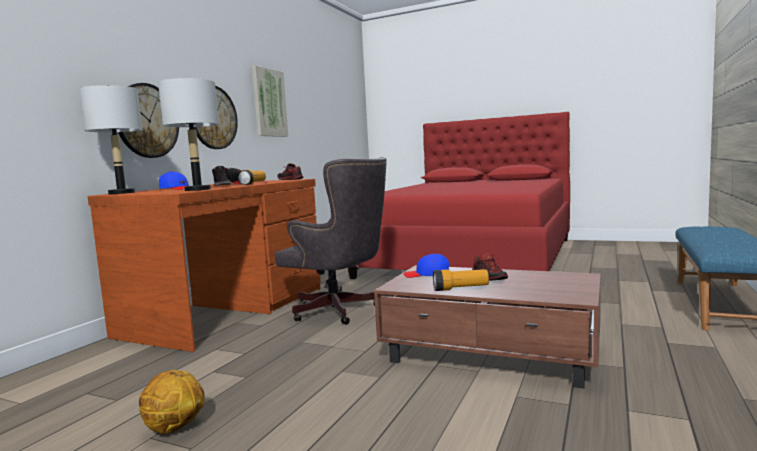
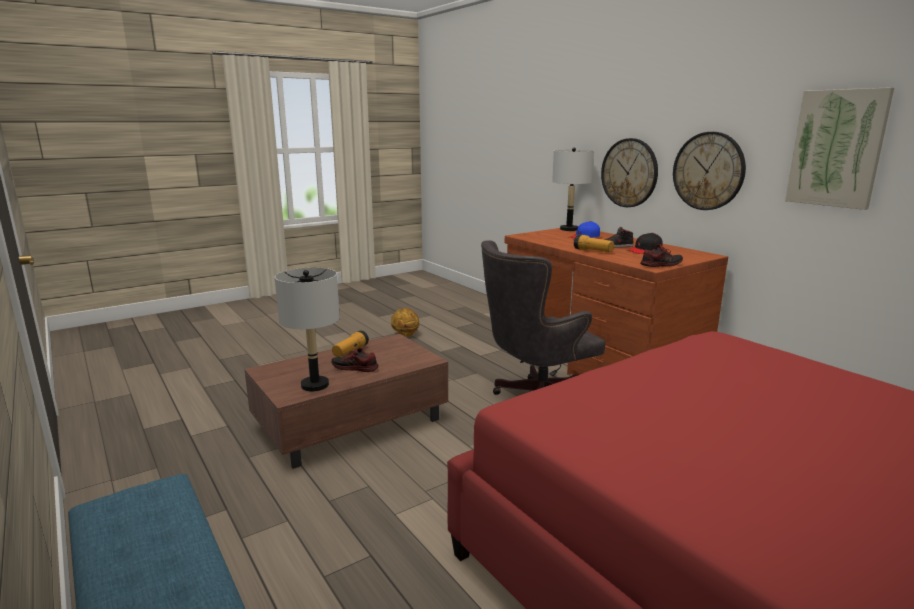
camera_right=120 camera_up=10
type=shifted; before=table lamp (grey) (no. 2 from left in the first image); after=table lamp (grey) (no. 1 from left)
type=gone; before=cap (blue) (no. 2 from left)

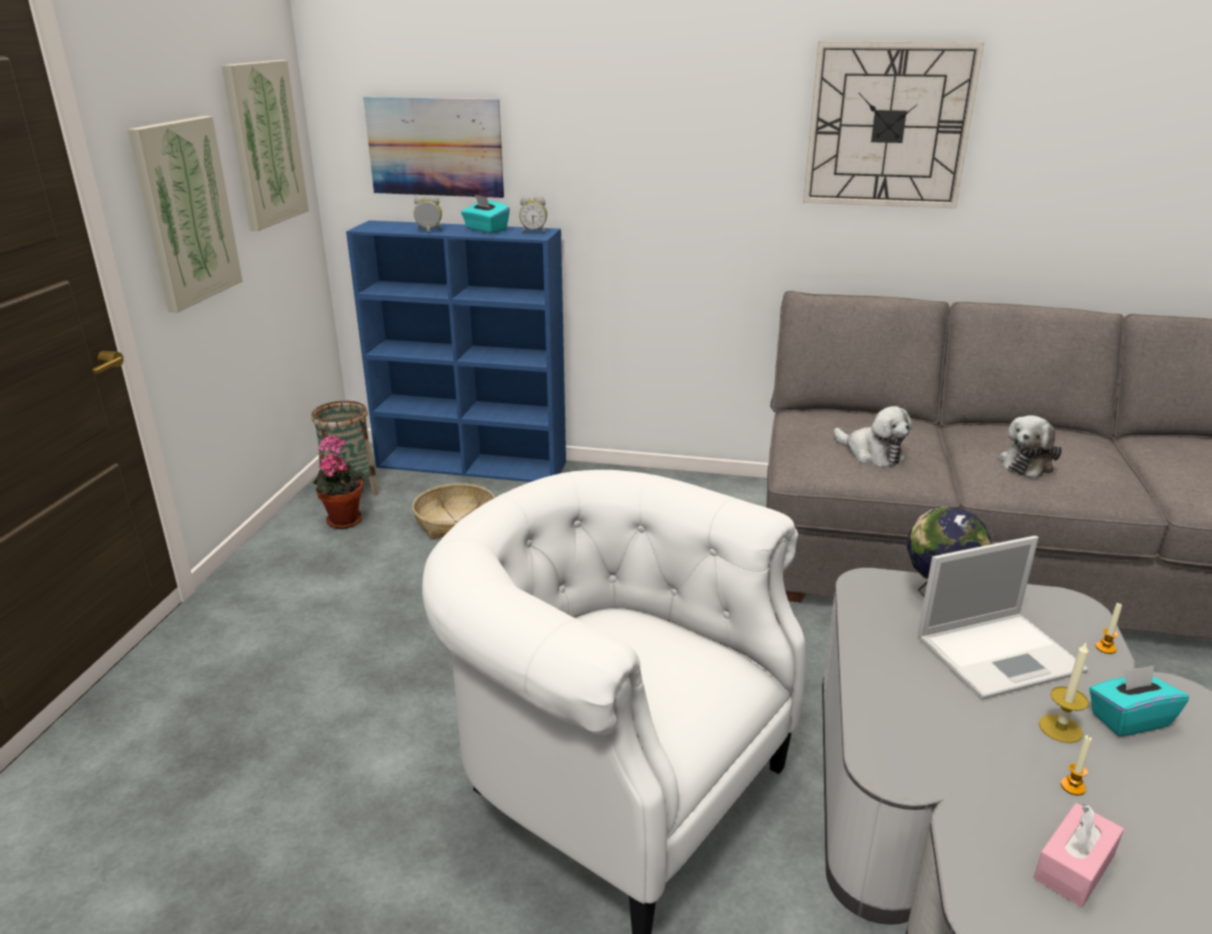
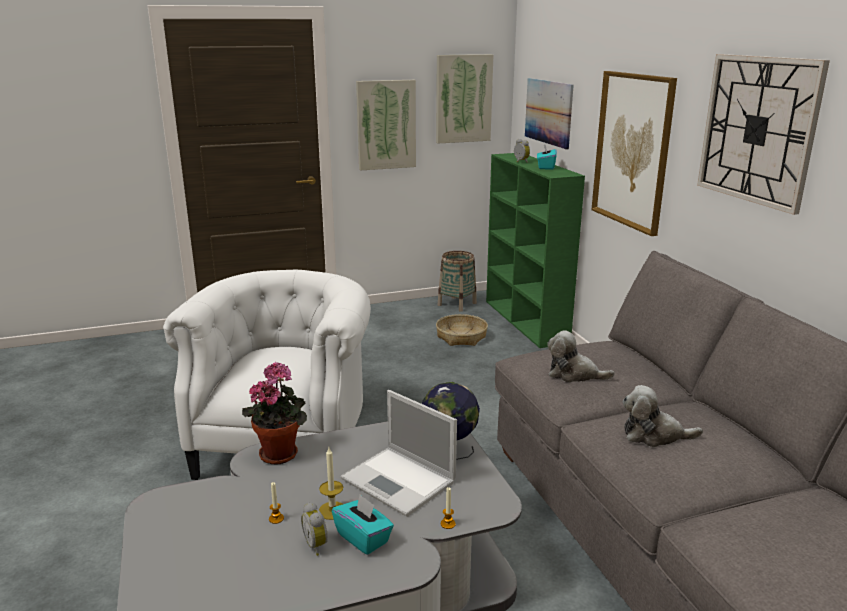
camera_right=60 camera_up=-5
type=shifted; before=potted plant
type=repainted; before=bookcase (blue); after=bookcase (green)
type=shifted; before=alarm clock (no. 2 from left in the first image); after=alarm clock (no. 1 from left)
type=rotated; before=plush toy (no. 1 from left); turn=90
type=gone; before=tissue box (pink)
type=new; after=picture (no. 4 from left)

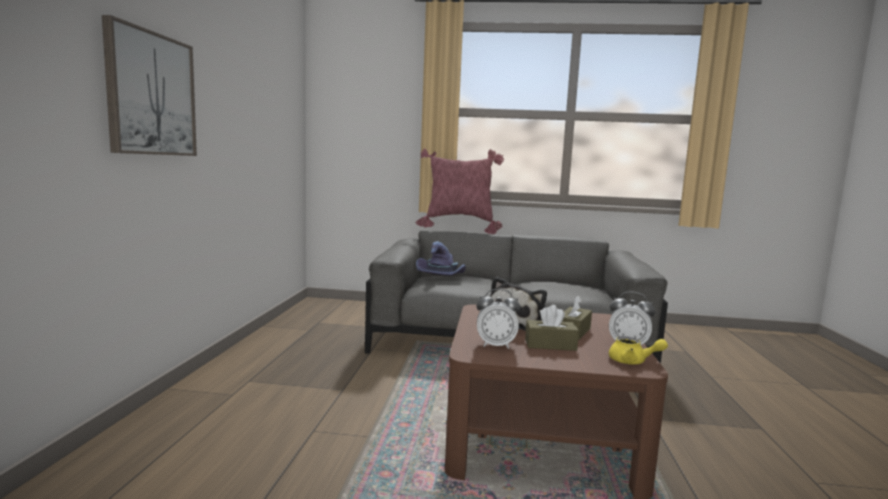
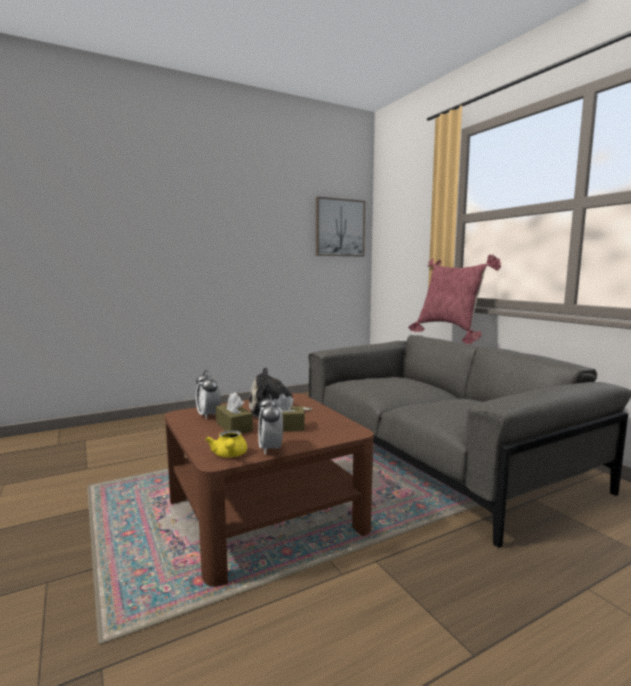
camera_right=55 camera_up=0
type=shifted; before=picture
type=gone; before=hat (purple)

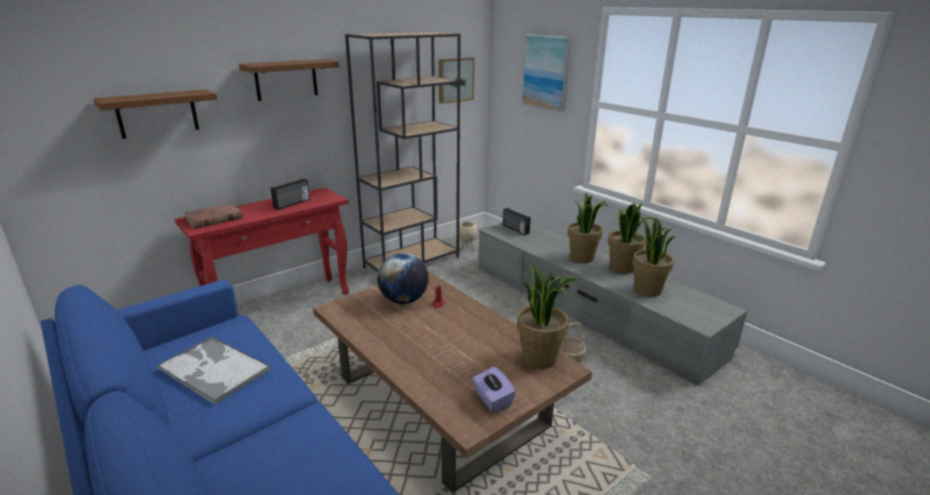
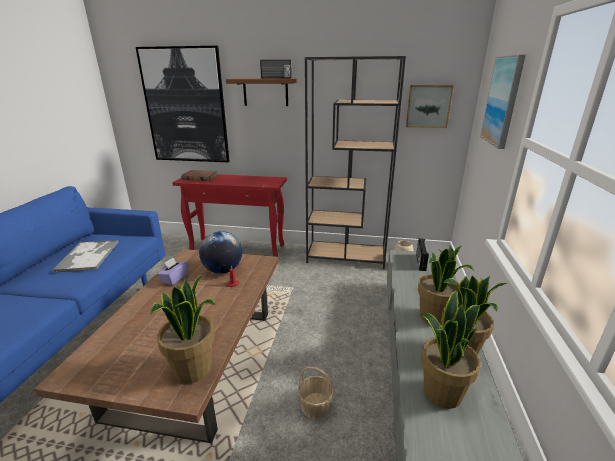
camera_right=50 camera_up=0
type=swapped; before=shelf (brown) (no. 1 from left); after=picture (no. 1 from left)
type=shifted; before=radio (no. 1 from left)
type=shifted; before=tissue box (purple)

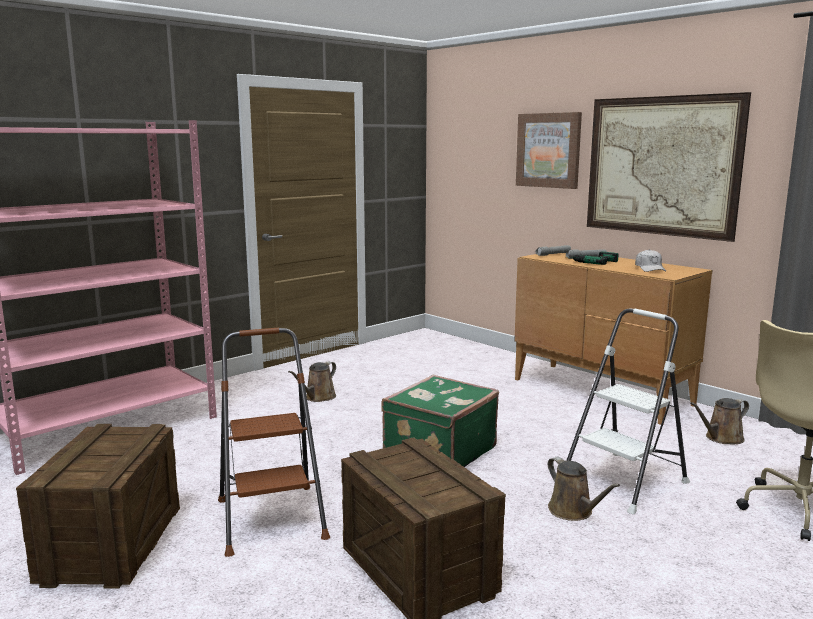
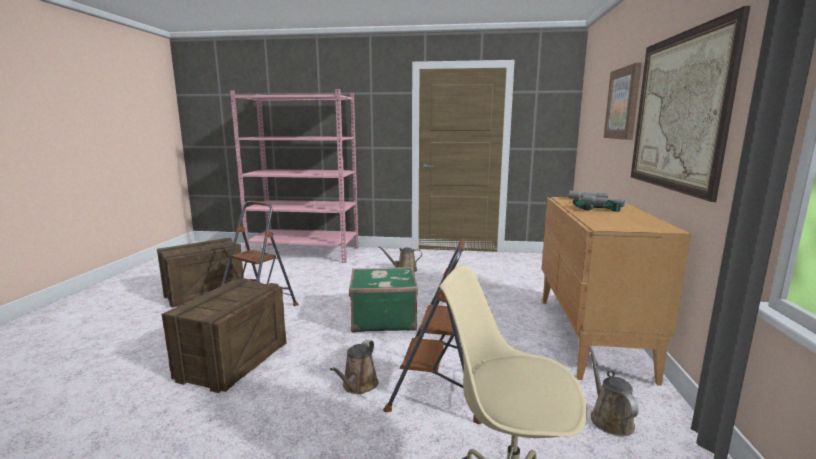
camera_right=50 camera_up=0
type=repainted; before=step ladder (white); after=step ladder (brown) (no. 2 from left)
type=gone; before=cap (white)
type=rotated; before=watering can (brown) (no. 3 from left); turn=60

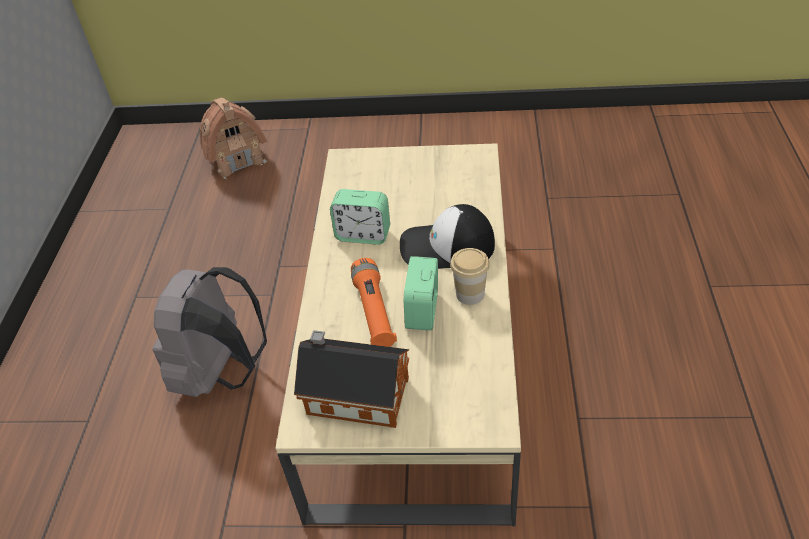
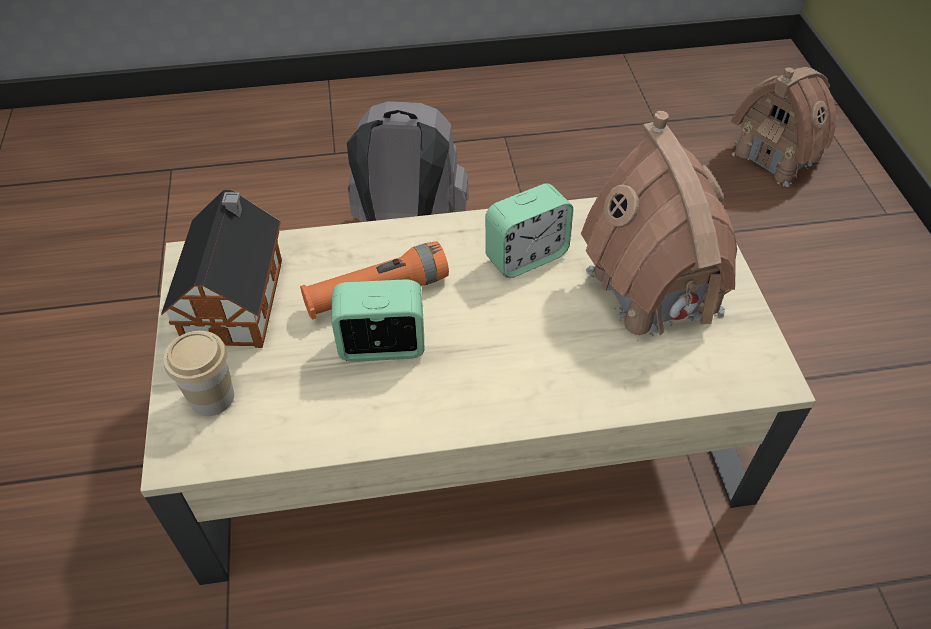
camera_right=75 camera_up=5
type=rotated; before=alarm clock (no. 1 from left in the first image); turn=-120
type=gone; before=cap
type=shifted; before=cup
type=new; after=toy house (no. 2 from left)

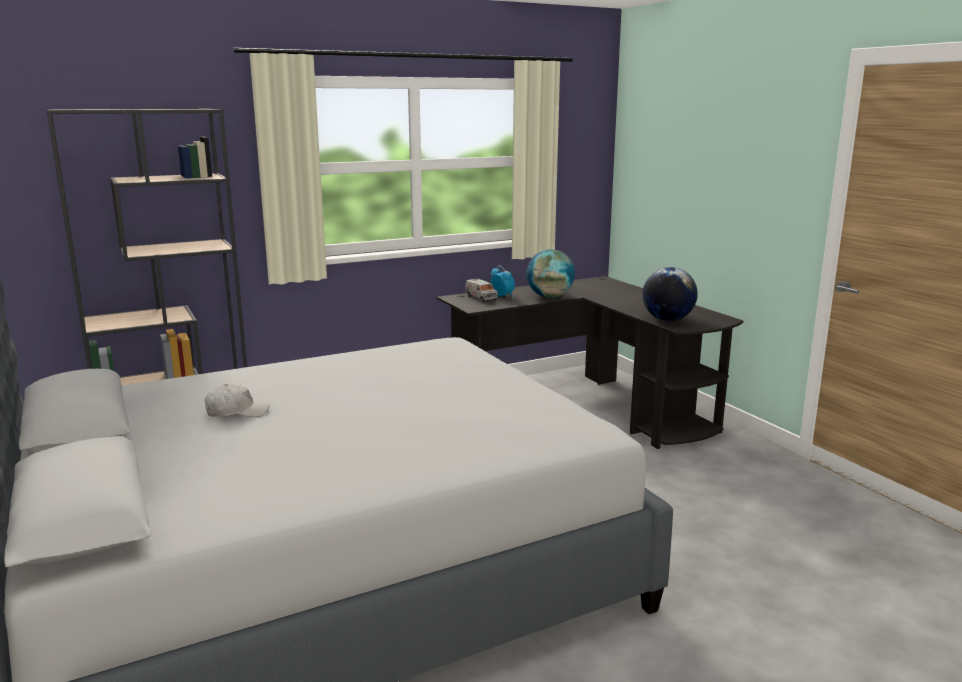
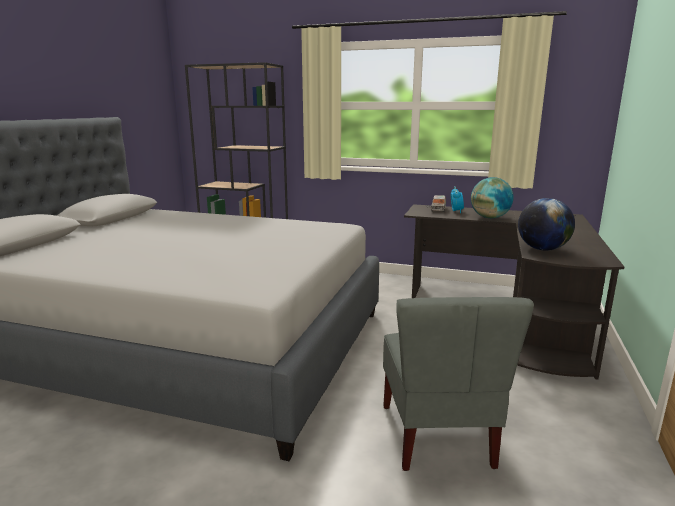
camera_right=45 camera_up=0
type=gone; before=cap (white)
type=new; after=chair (grey)

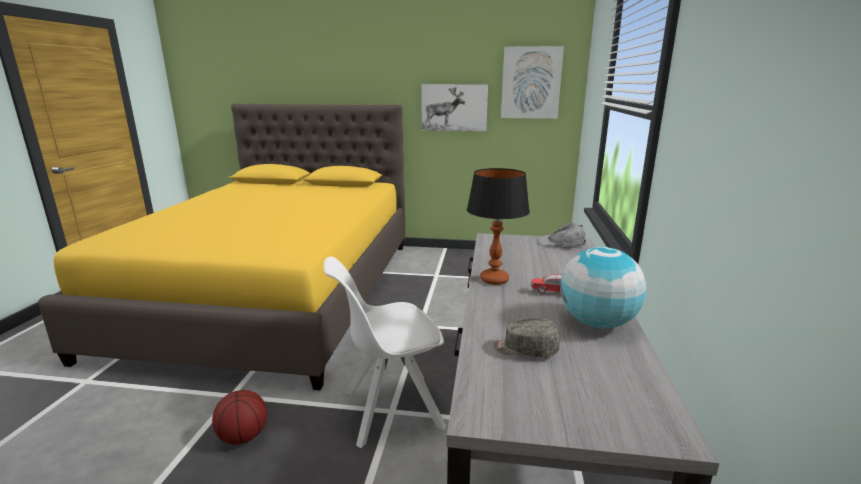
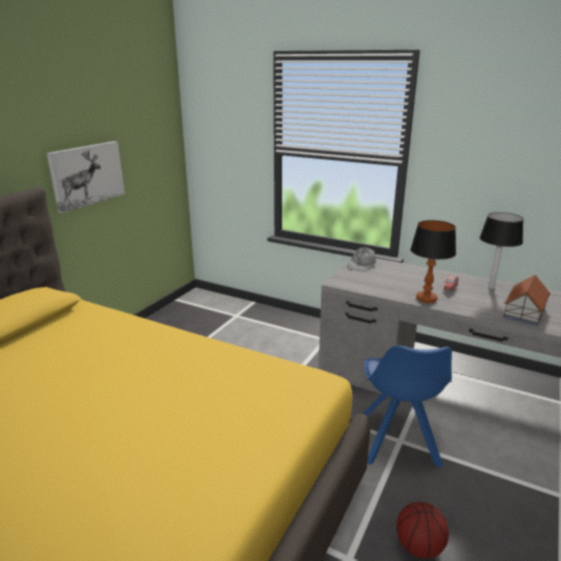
camera_right=-70 camera_up=5
type=repainted; before=chair (white); after=chair (blue)
type=swapped; before=cap (grey) (no. 1 from left); after=toy house
type=gone; before=picture (no. 2 from left)
type=swapped; before=globe; after=table lamp (no. 2 from left)

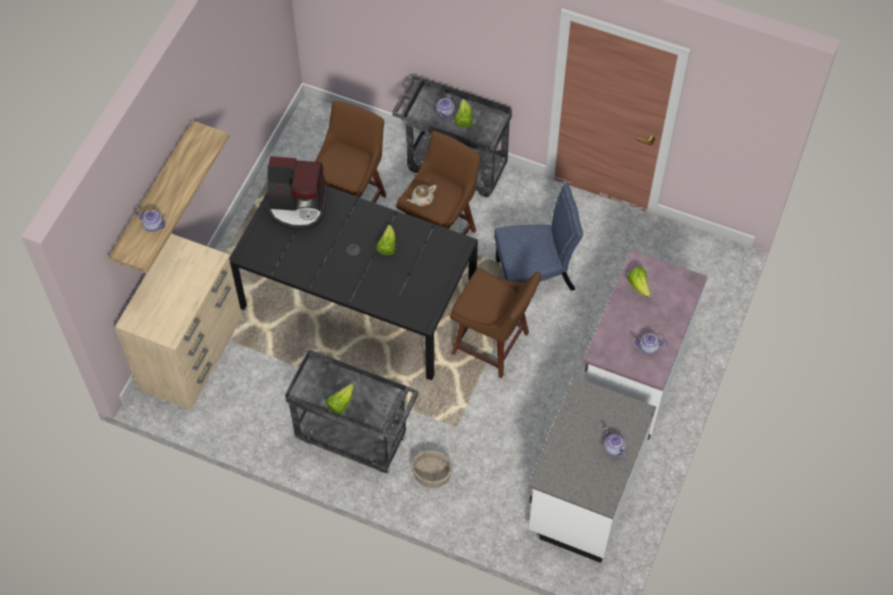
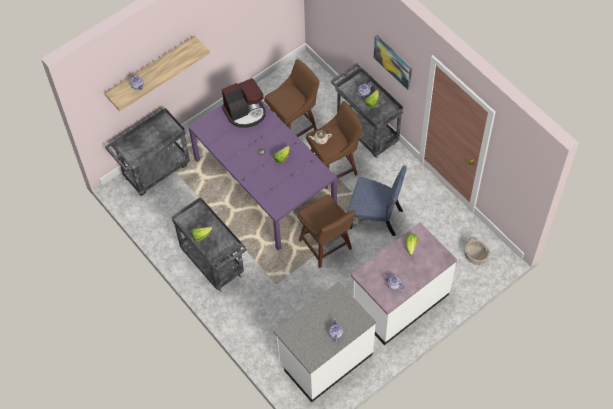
camera_right=30 camera_up=0
type=swapped; before=dresser (beige); after=cart (grey) (no. 1 from left)
type=repainted; before=dining table (black); after=dining table (purple)
type=rotated; before=coffee machine; turn=-60
type=shifted; before=basket
type=new; after=picture

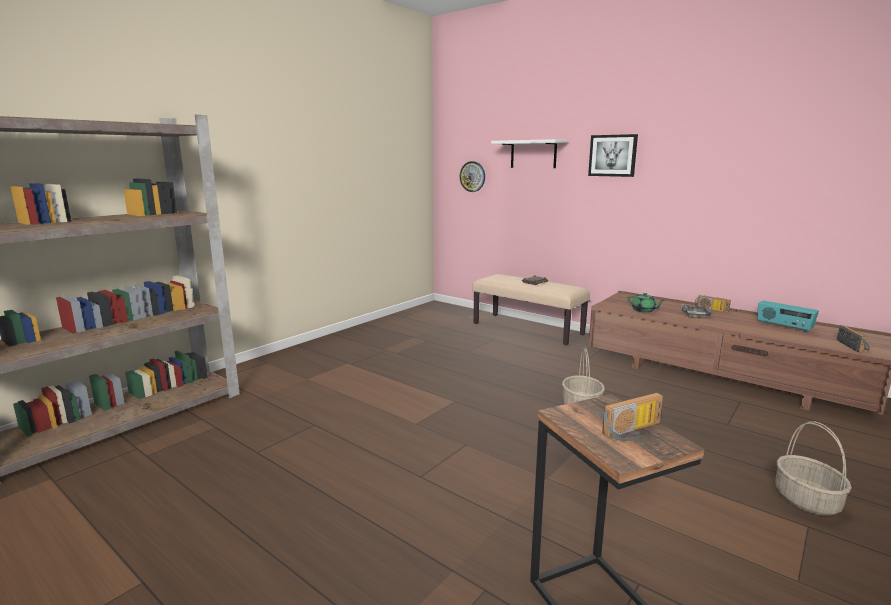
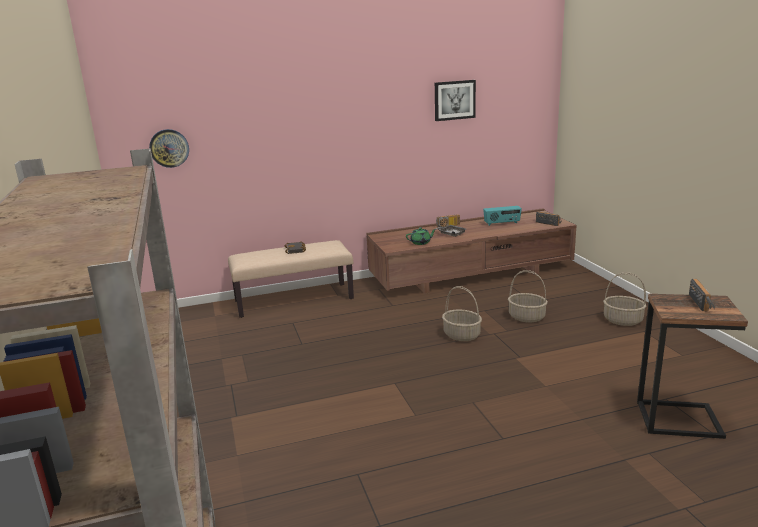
camera_right=-55 camera_up=5
type=gone; before=shelf (white)
type=shifted; before=picture
type=new; after=basket (no. 2 from left)

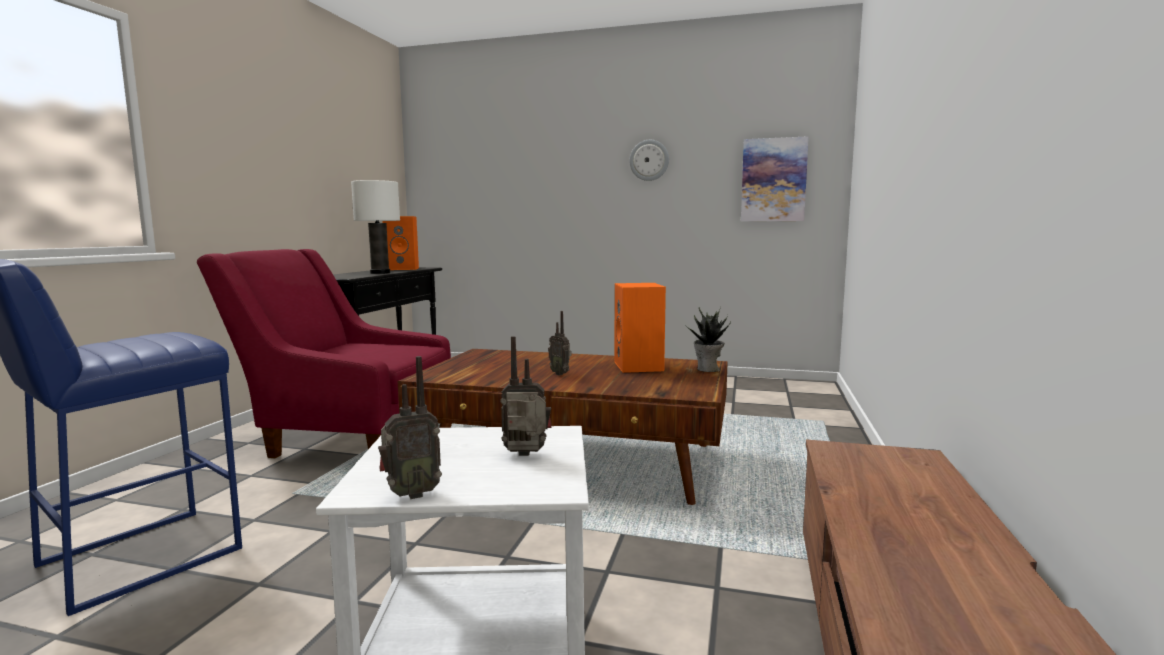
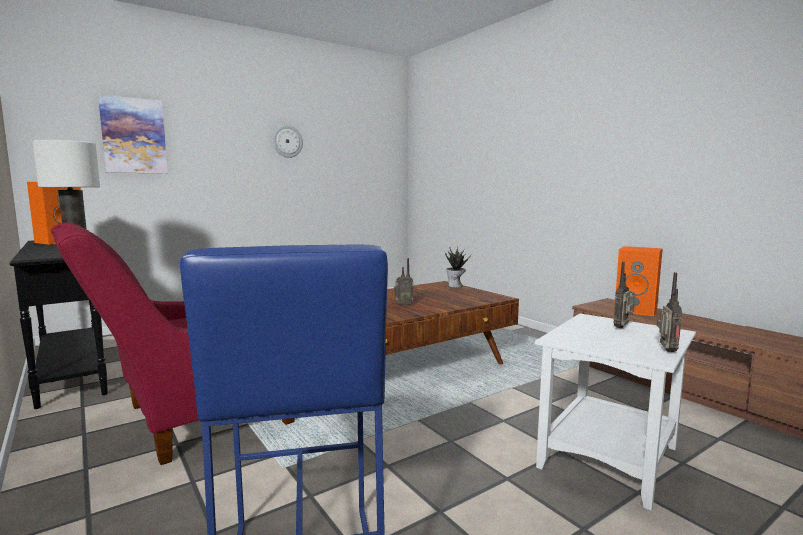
camera_right=-50 camera_up=0
type=shifted; before=speaker (orange) (no. 2 from left)
type=shifted; before=picture

